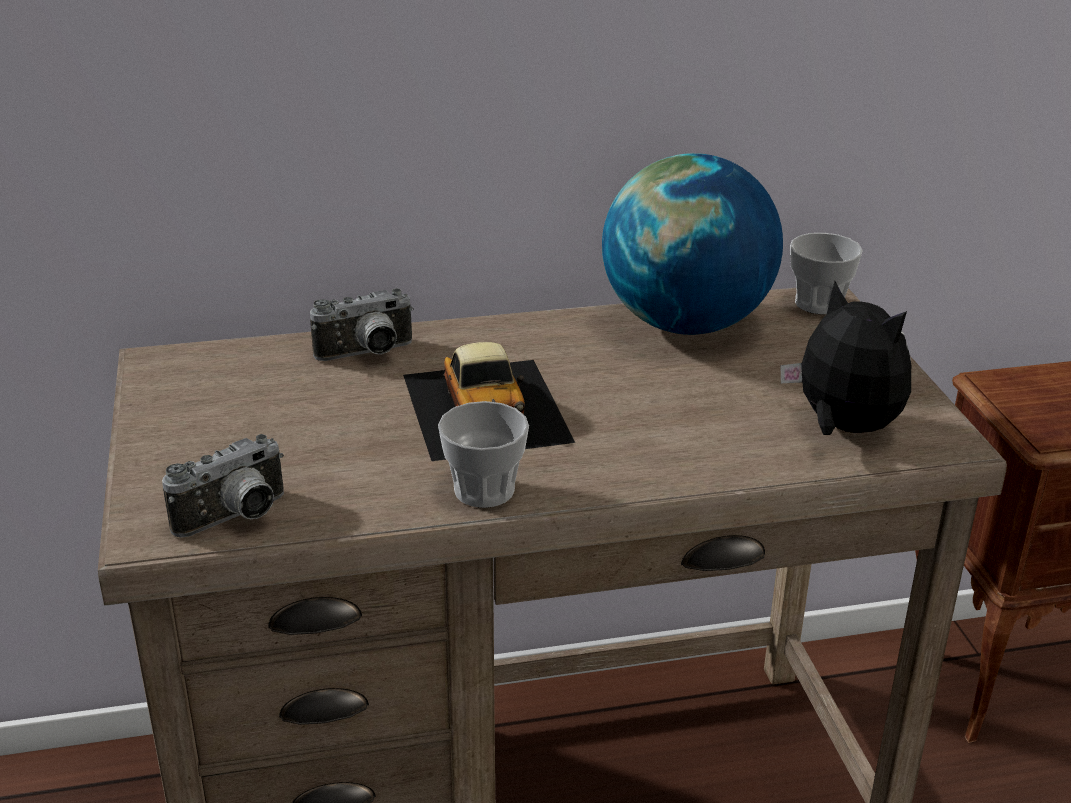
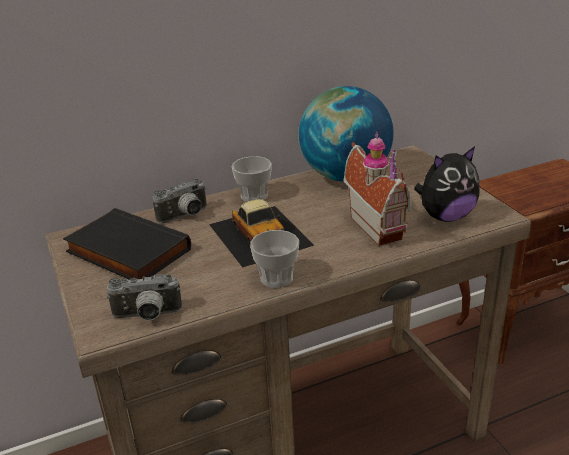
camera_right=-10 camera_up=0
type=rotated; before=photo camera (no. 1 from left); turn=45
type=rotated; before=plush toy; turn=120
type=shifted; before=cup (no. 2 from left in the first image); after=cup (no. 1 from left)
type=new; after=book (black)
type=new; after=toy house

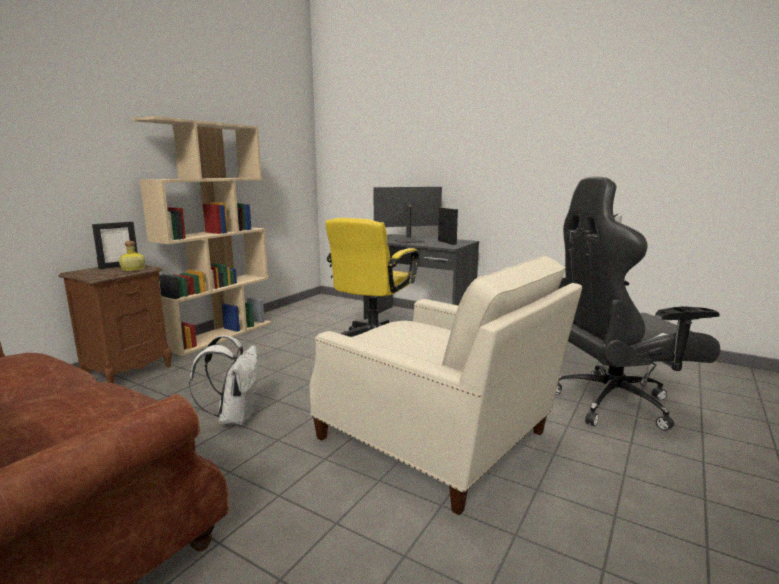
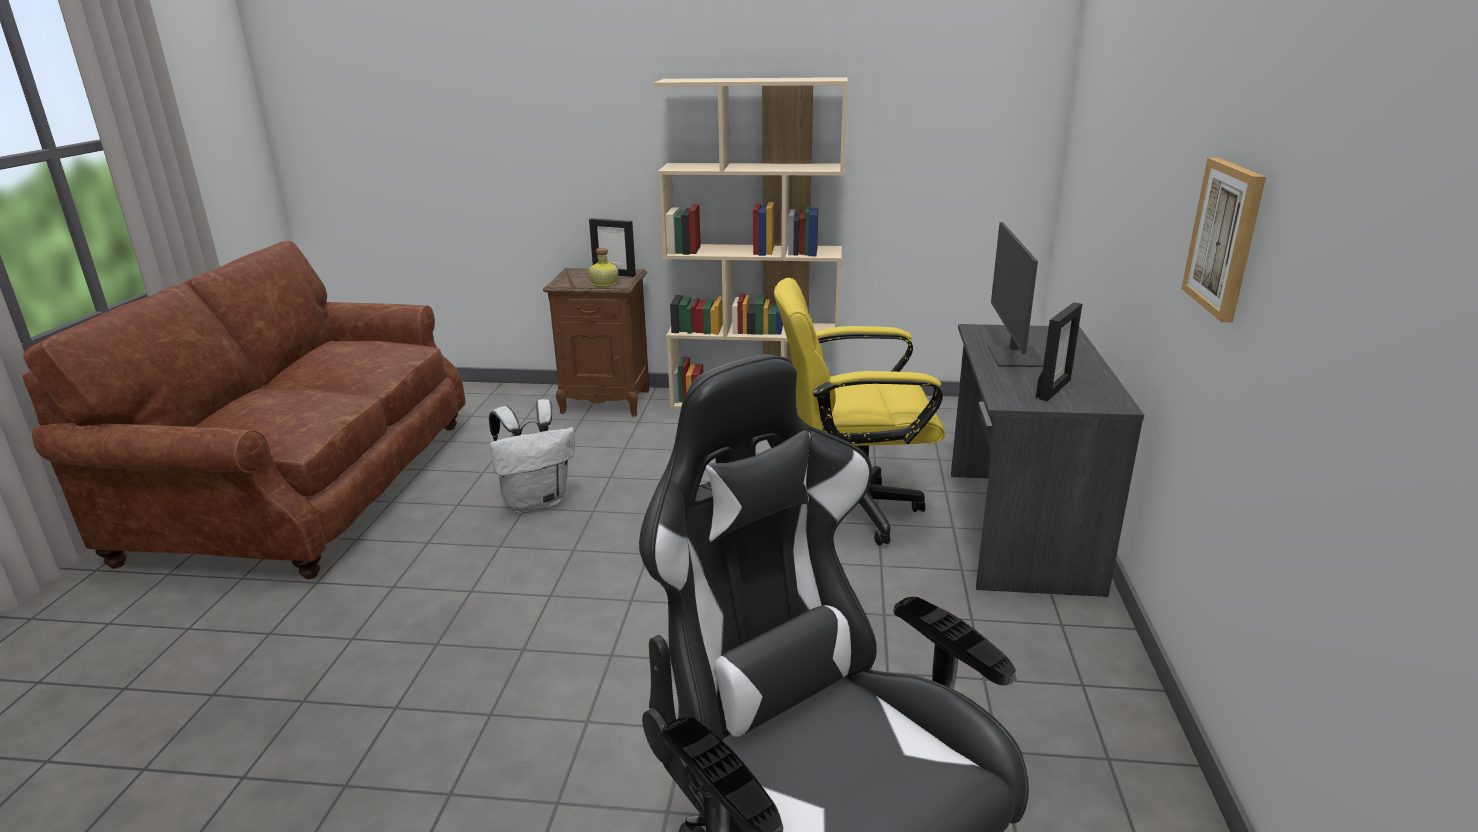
camera_right=65 camera_up=10
type=gone; before=armchair (beige)
type=rotated; before=monitor; turn=-135
type=new; after=picture

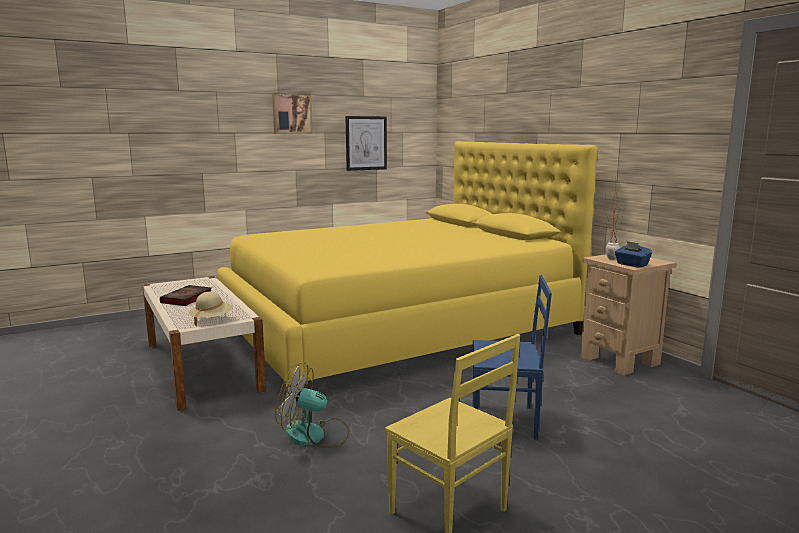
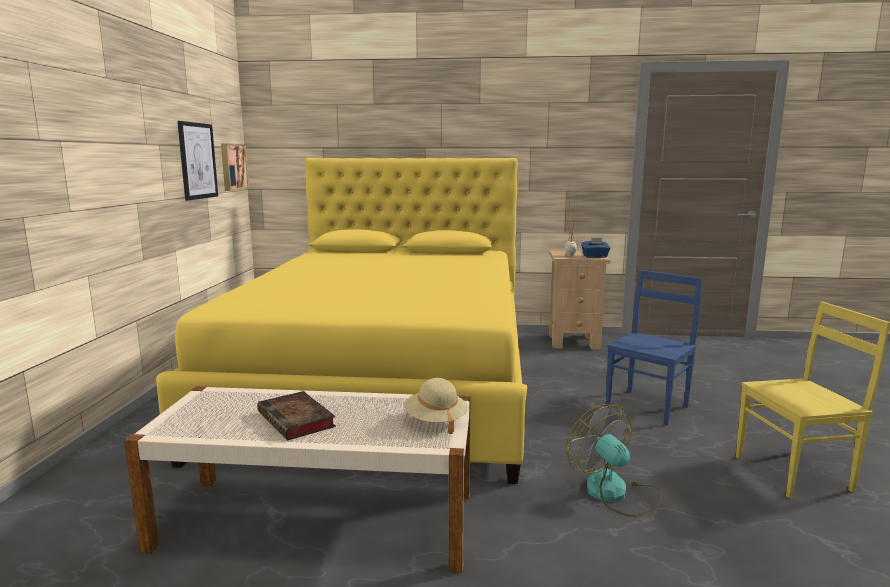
camera_right=-55 camera_up=0
type=shifted; before=picture (no. 1 from left in the first image); after=picture (no. 2 from left)
type=rotated; before=fan; turn=105

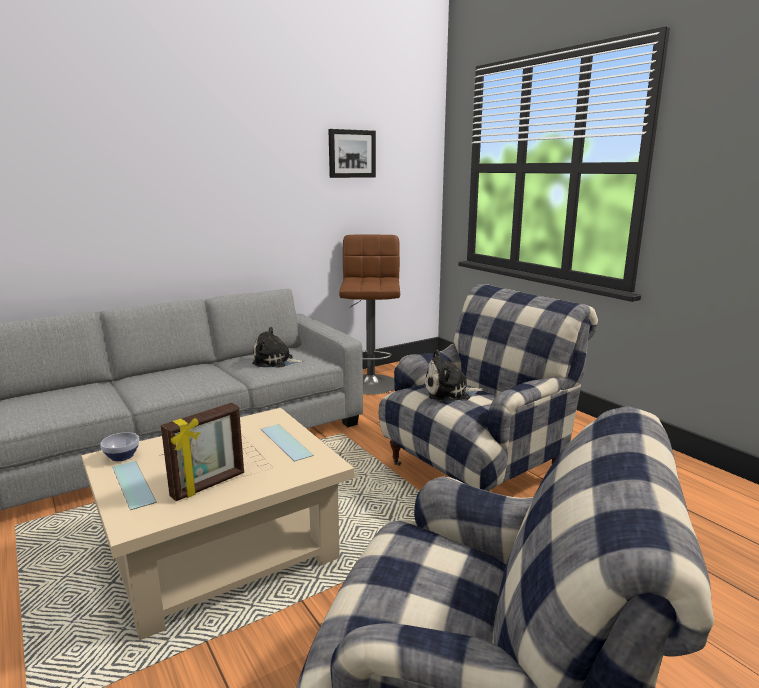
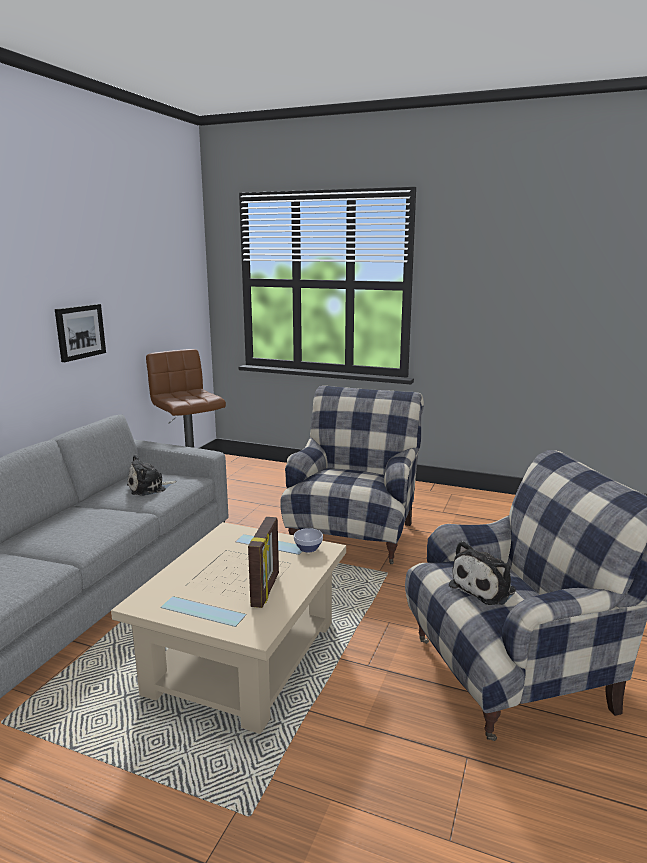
camera_right=-35 camera_up=0
type=shifted; before=bowl
type=shifted; before=picture
type=shifted; before=plush toy (no. 2 from left)

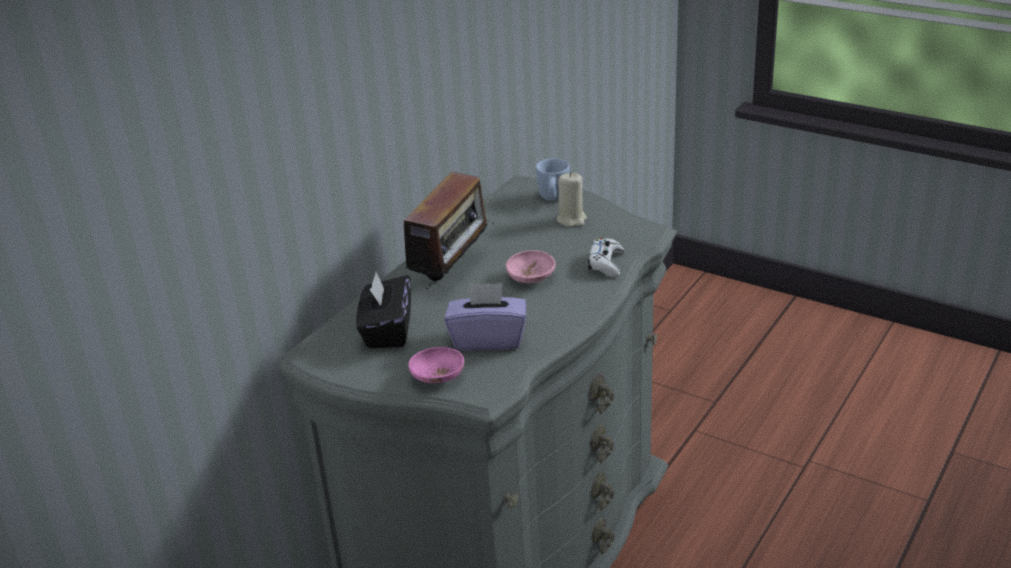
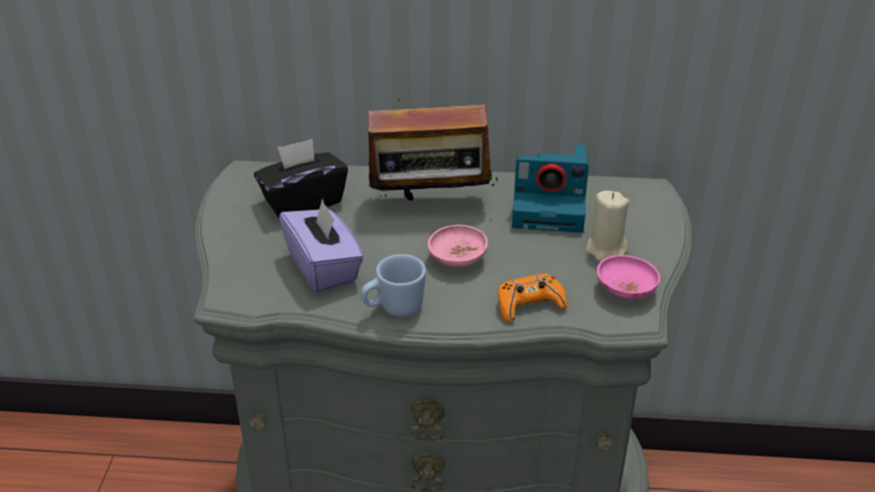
camera_right=60 camera_up=5
type=shifted; before=bowl (pink) (no. 1 from left in the first image); after=bowl (pink) (no. 2 from left)
type=shifted; before=mug (blue)
type=repainted; before=game controller (white); after=game controller (orange)
type=new; after=photo camera

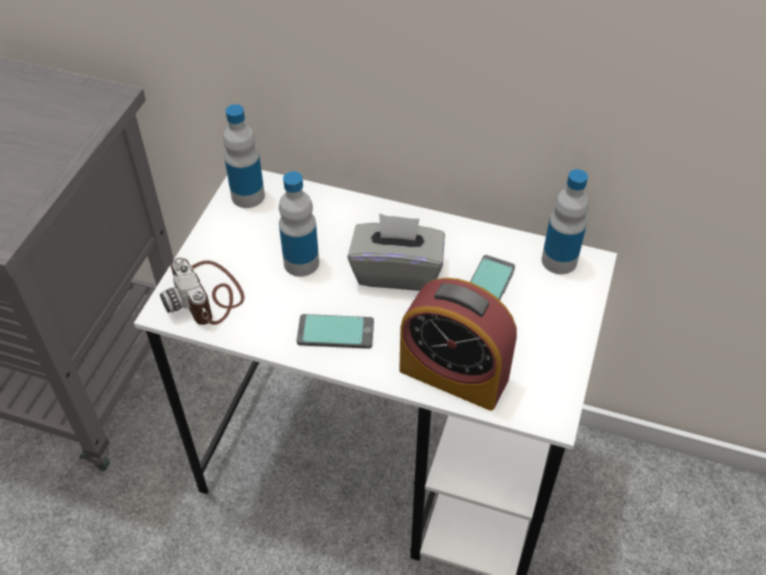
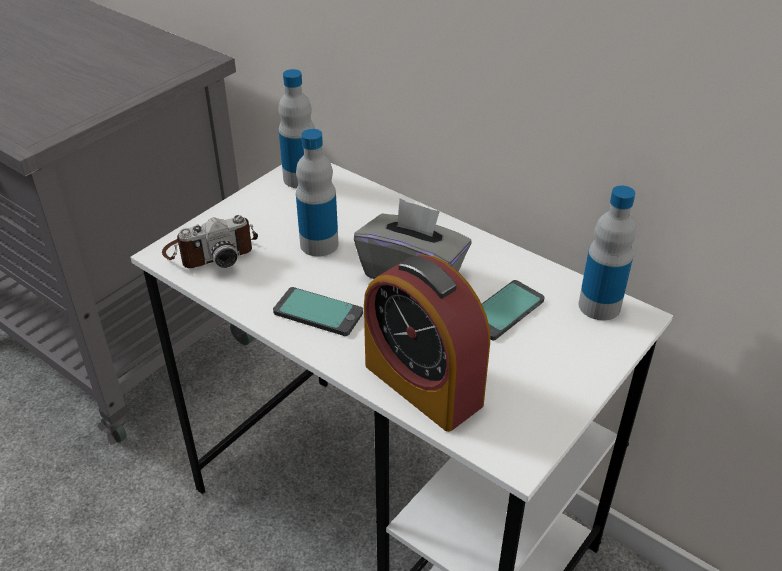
camera_right=20 camera_up=-10
type=rotated; before=photo camera; turn=-105

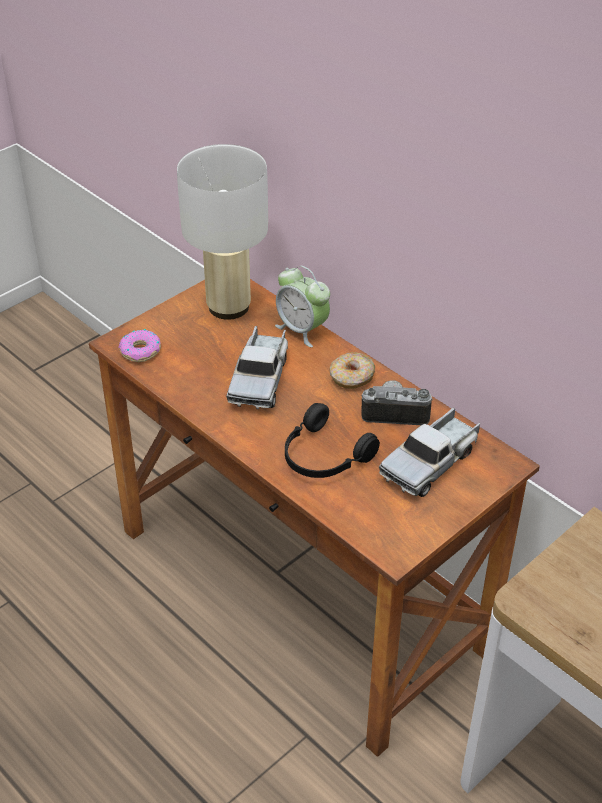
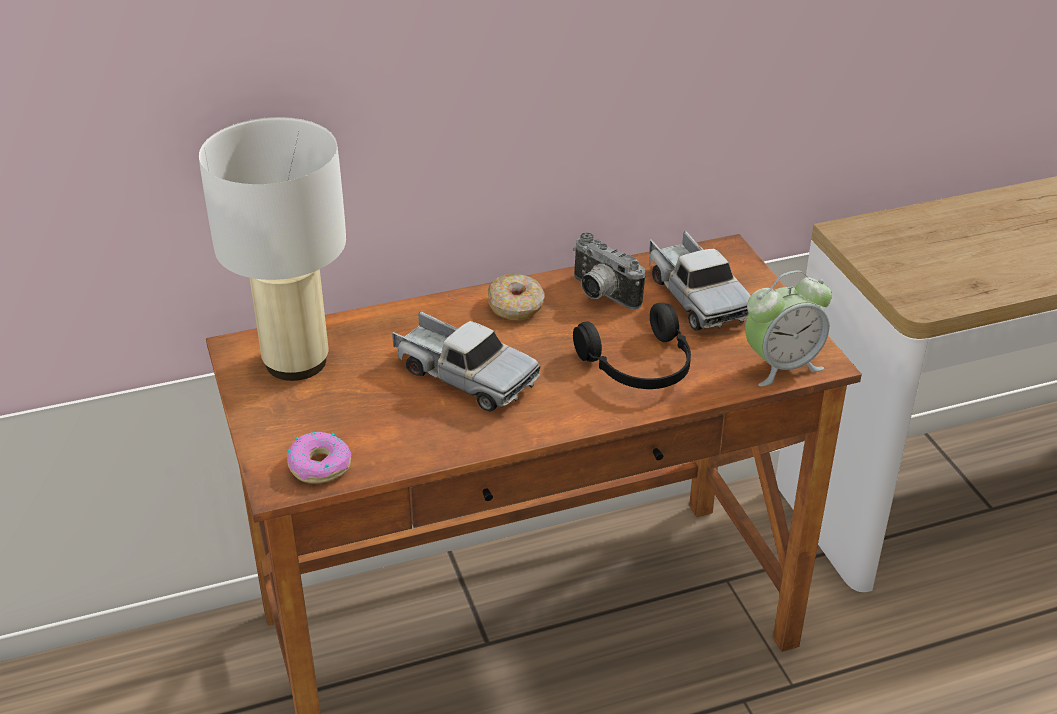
camera_right=-65 camera_up=-5
type=shifted; before=alarm clock
type=rotated; before=photo camera; turn=-75

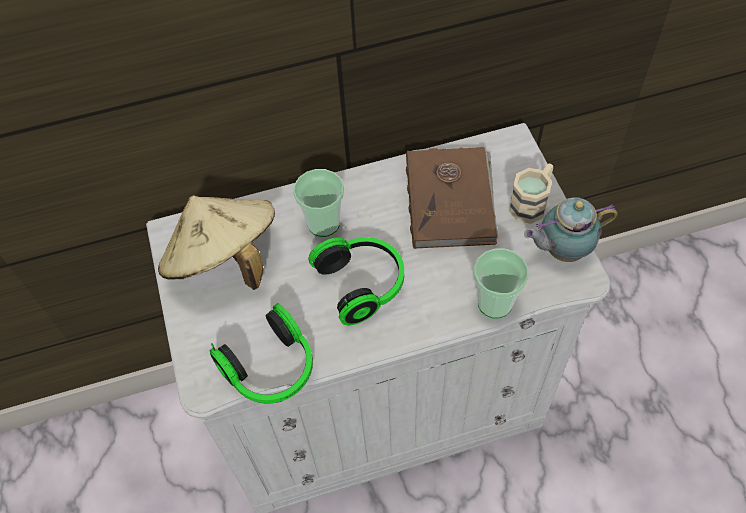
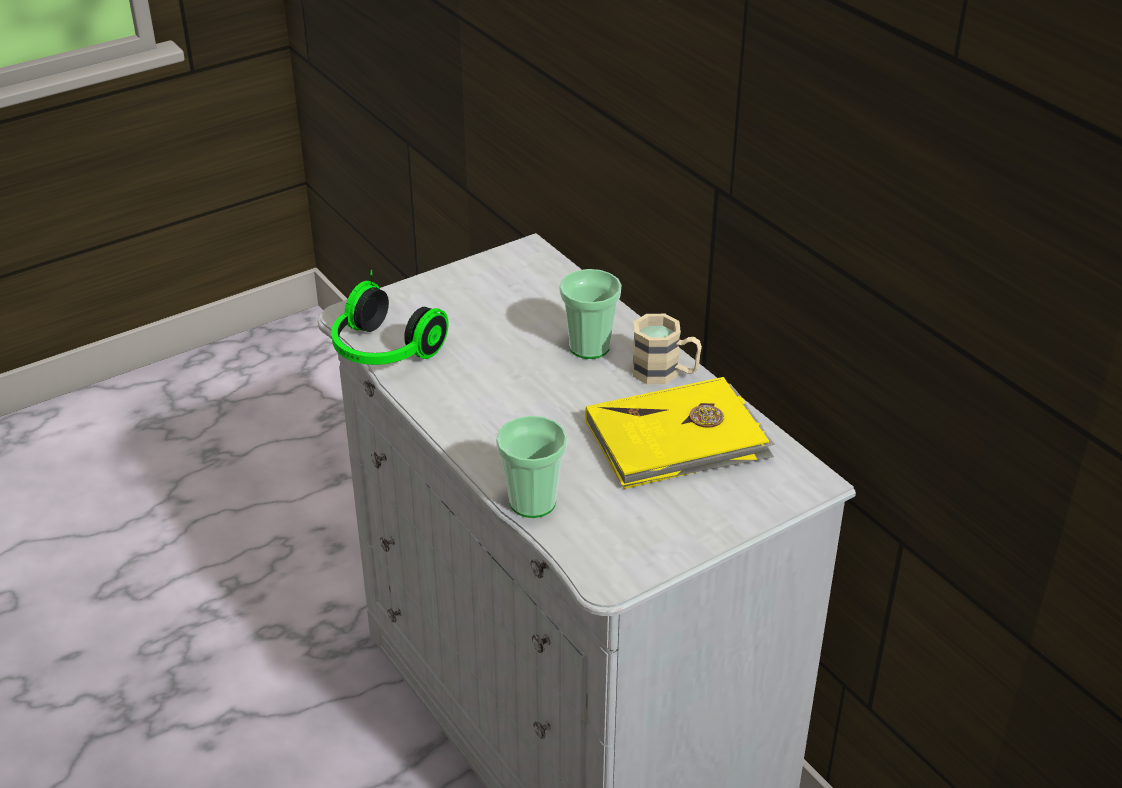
camera_right=70 camera_up=-20
type=gone; before=hat (beige)
type=gone; before=headphones (no. 2 from left)
type=repainted; before=book (brown); after=book (yellow)
type=shifted; before=mug (beige)
type=gone; before=teapot

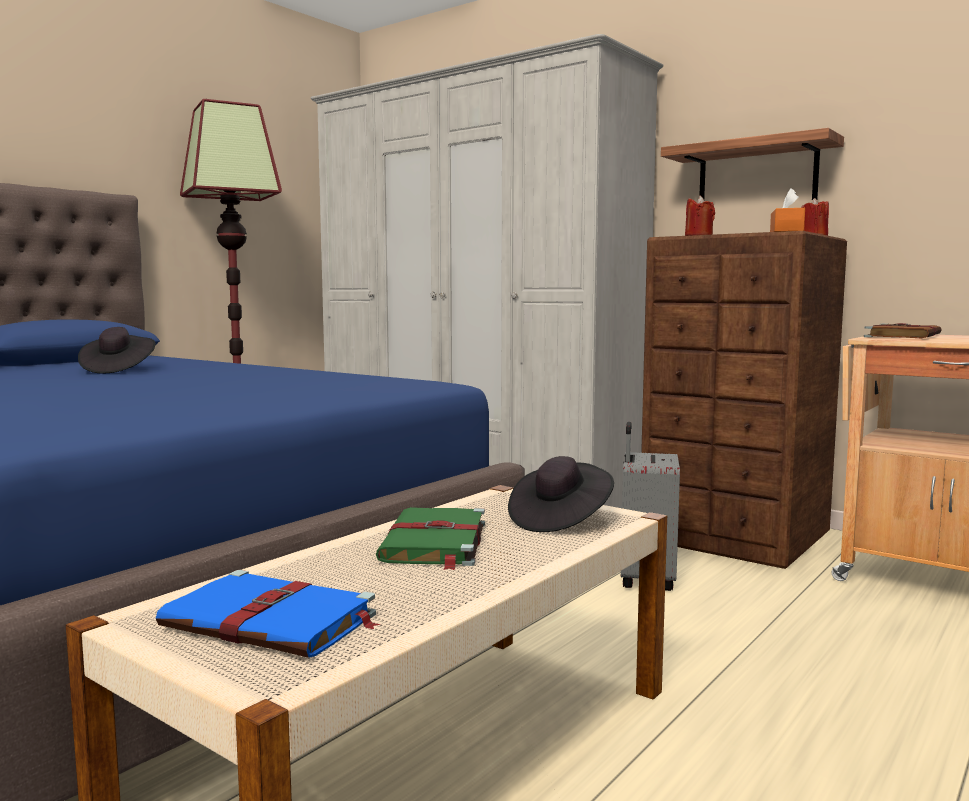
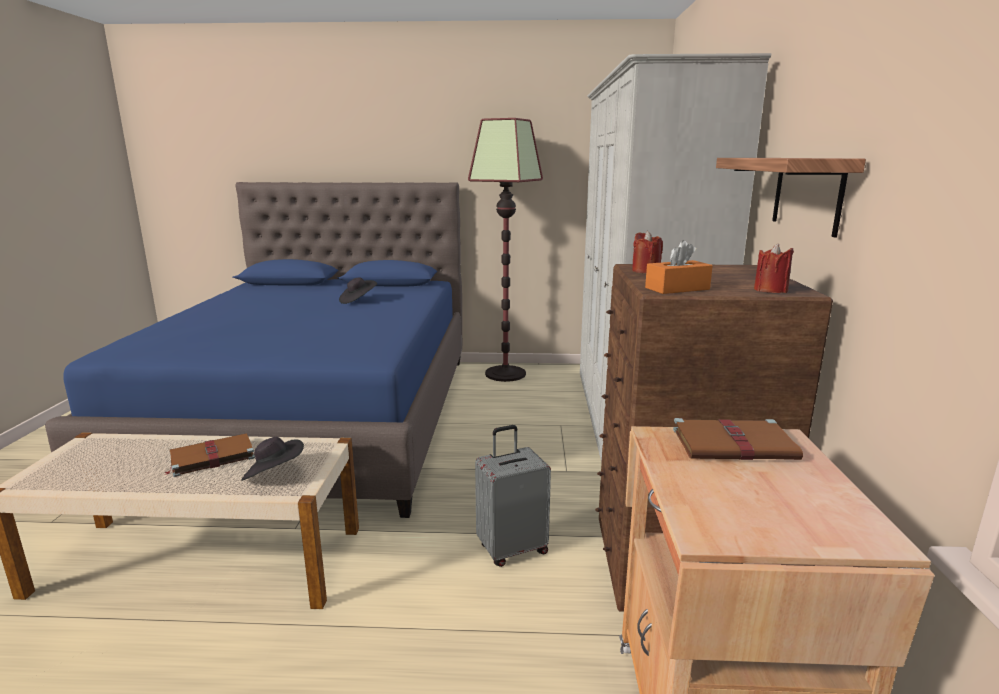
camera_right=55 camera_up=10
type=gone; before=book (blue)
type=repainted; before=book (green); after=book (brown) (no. 1 from left)

